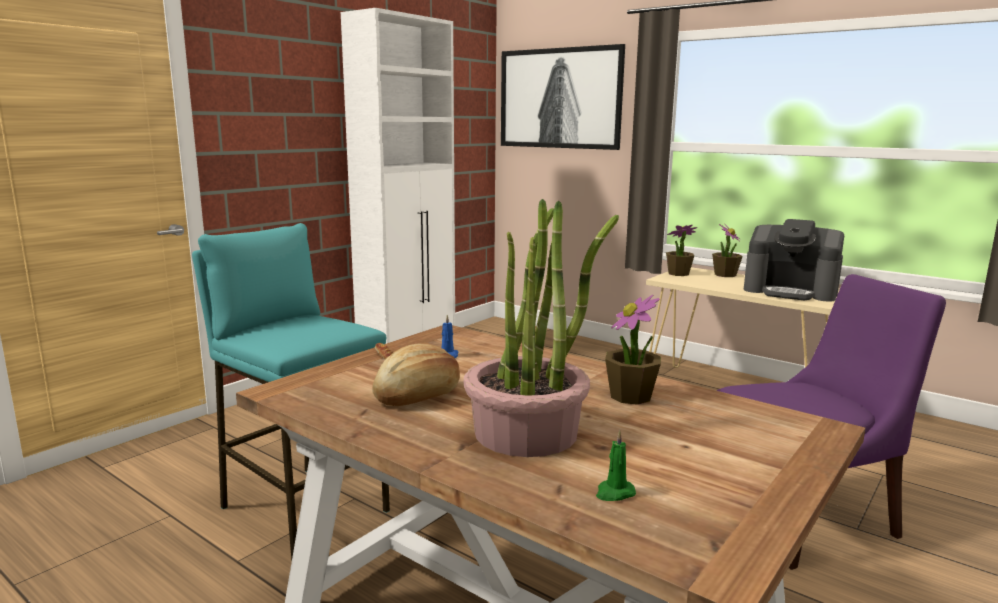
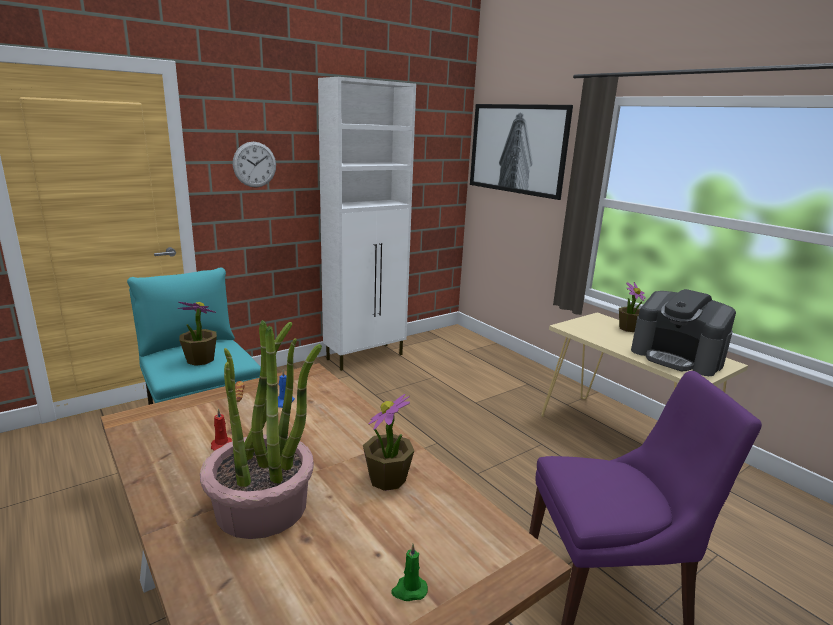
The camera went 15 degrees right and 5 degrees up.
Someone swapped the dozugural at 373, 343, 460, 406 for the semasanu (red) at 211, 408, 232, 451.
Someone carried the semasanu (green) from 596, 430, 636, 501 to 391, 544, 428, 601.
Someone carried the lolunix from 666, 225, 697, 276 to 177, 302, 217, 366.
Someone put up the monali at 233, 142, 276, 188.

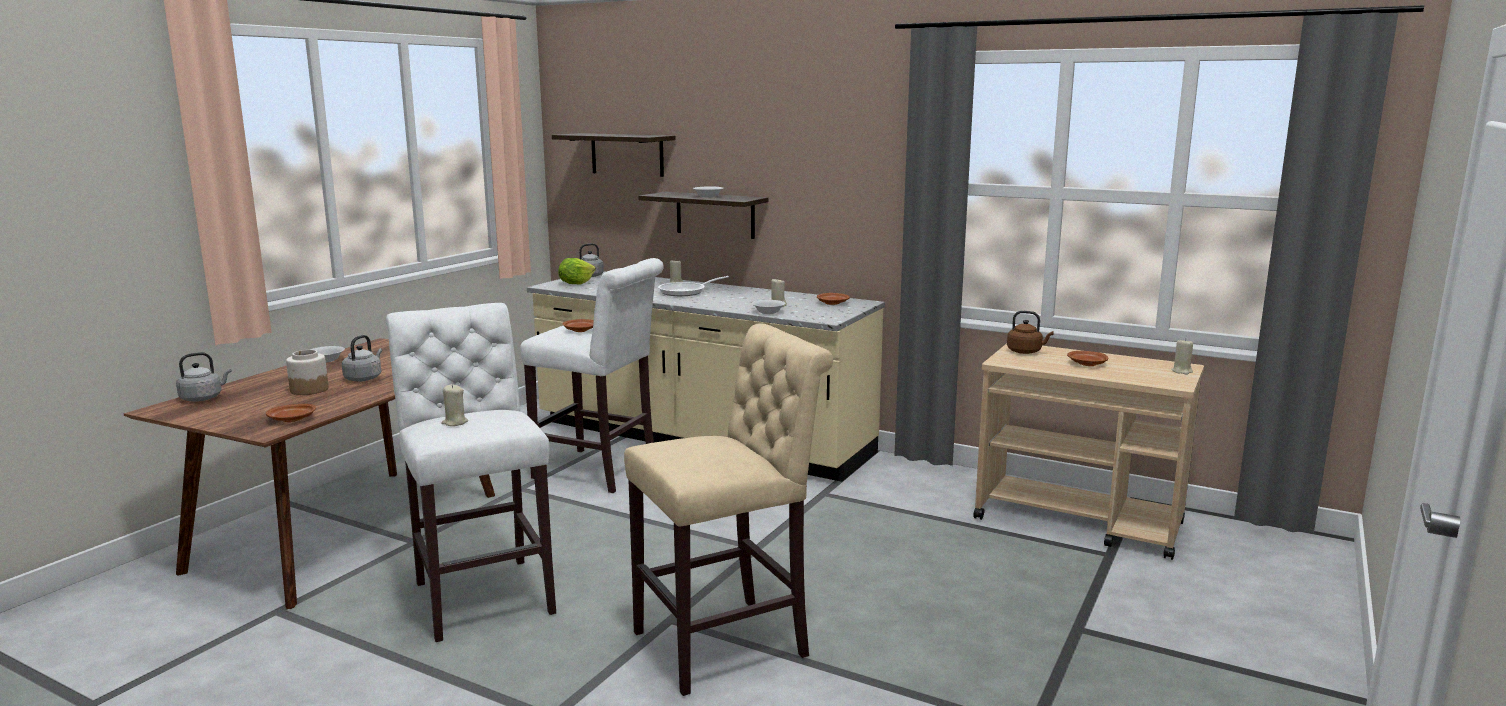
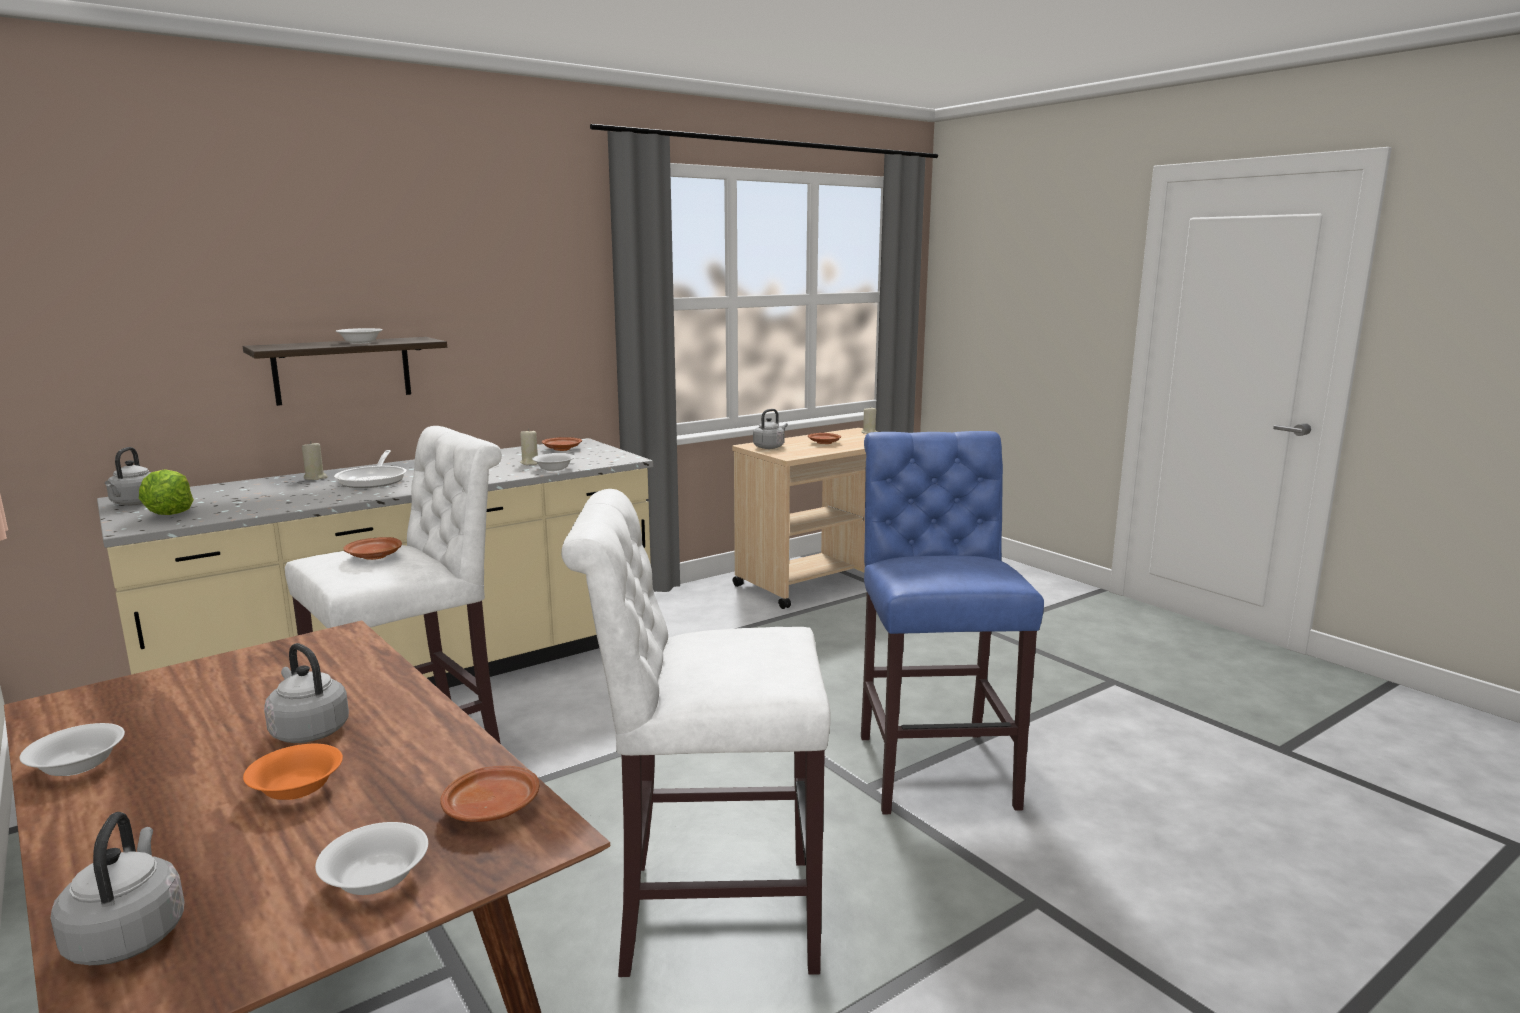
The camera went 65 degrees left and 0 degrees up.
Someone swapped the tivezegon at 286, 350, 329, 395 for the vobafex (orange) at 243, 744, 343, 800.
Someone took away the semasanu (beige) at 441, 384, 468, 426.
Someone took away the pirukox at 552, 133, 676, 177.
Someone repainted the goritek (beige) at 624, 323, 833, 696, which became the goritek (blue) at 861, 431, 1044, 815.
Someone repainted the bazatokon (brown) at 1007, 311, 1054, 354, which became the bazatokon (grey) at 753, 409, 788, 449.
Someone put down the vobafex (white) at 315, 822, 428, 895.

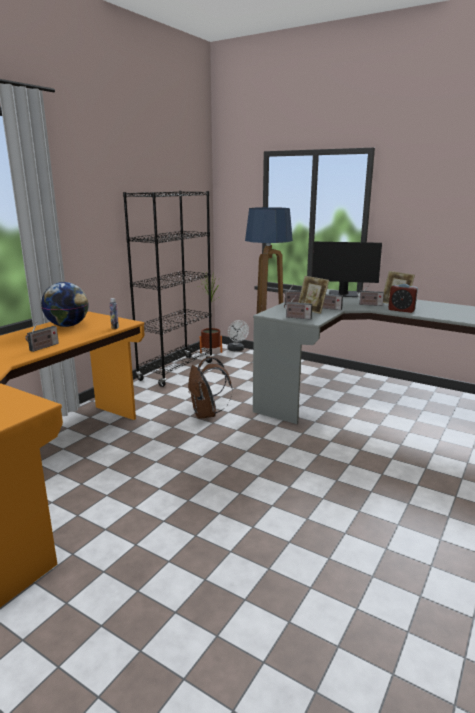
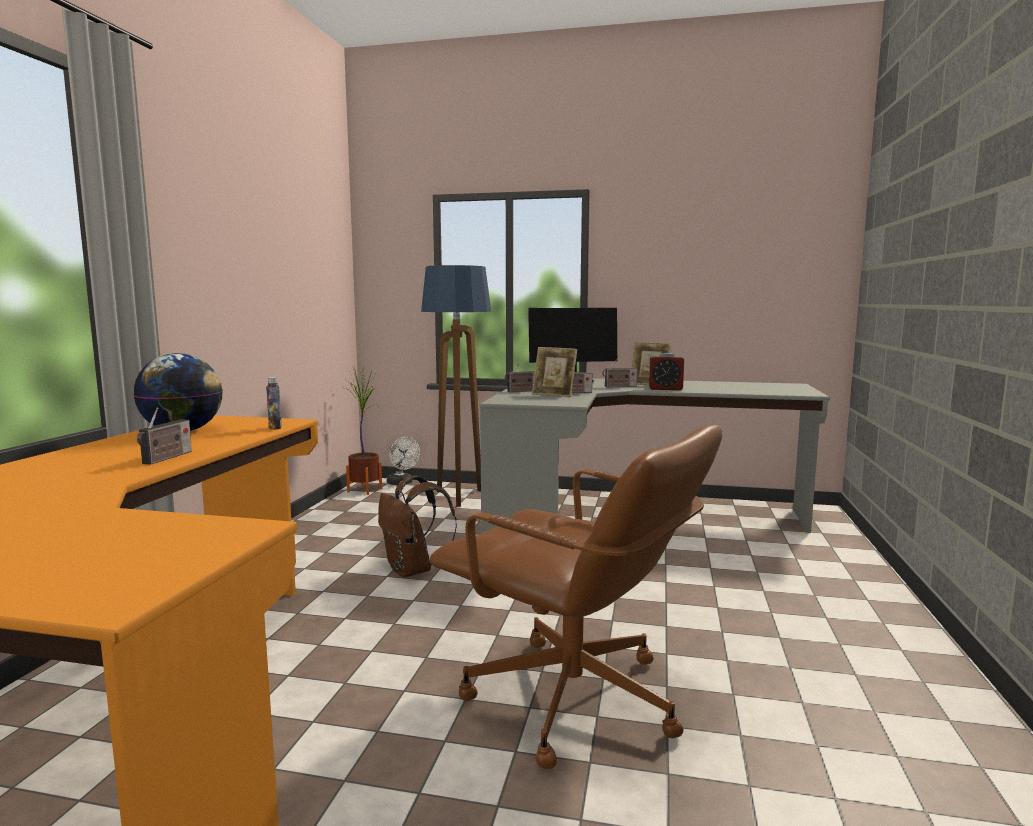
The camera went 20 degrees left and 10 degrees down.
Someone took away the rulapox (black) at 123, 191, 213, 387.
Someone took away the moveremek at 284, 295, 312, 320.
Someone put down the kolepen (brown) at 429, 425, 722, 769.

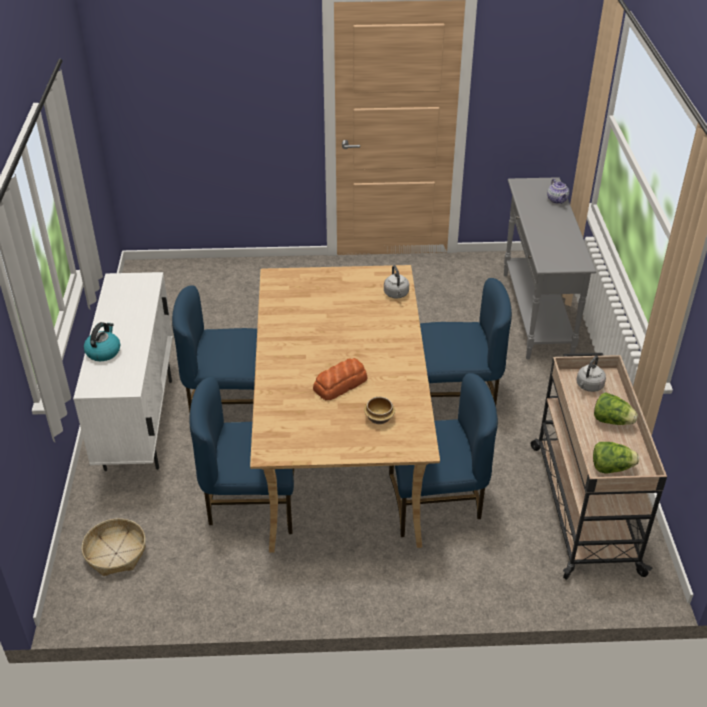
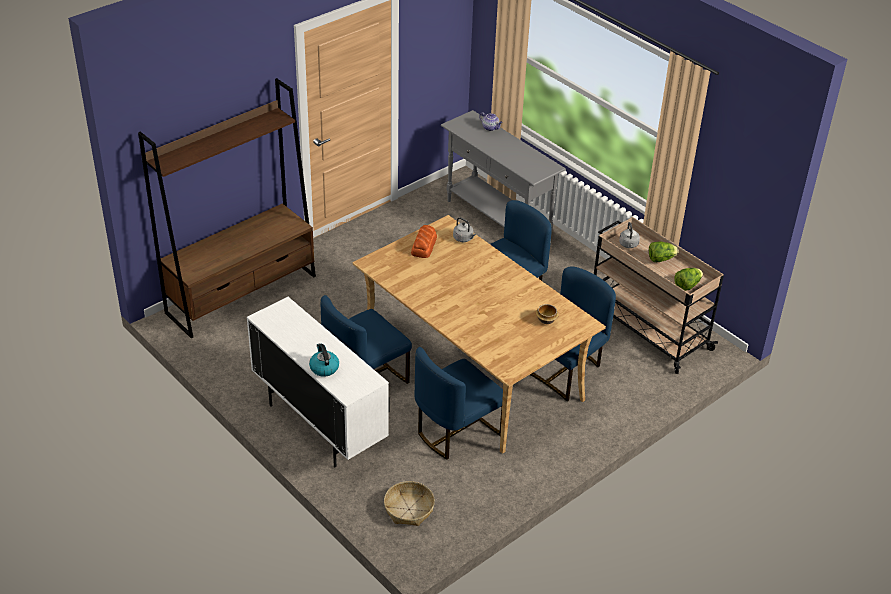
The camera went 40 degrees left and 0 degrees up.
Someone carried the dozugural from 313, 358, 368, 400 to 411, 225, 437, 258.
Someone put down the rulapox (brown) at 138, 78, 316, 338.

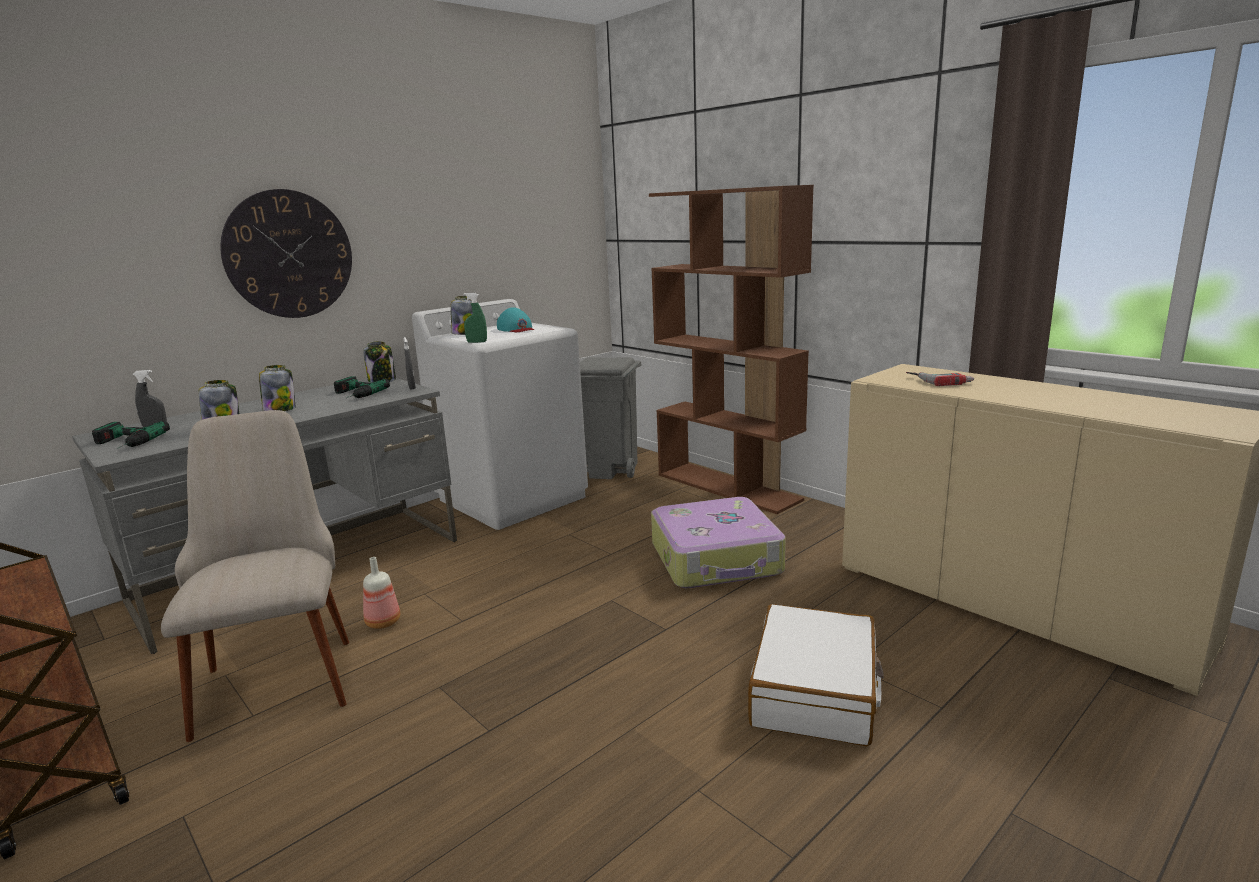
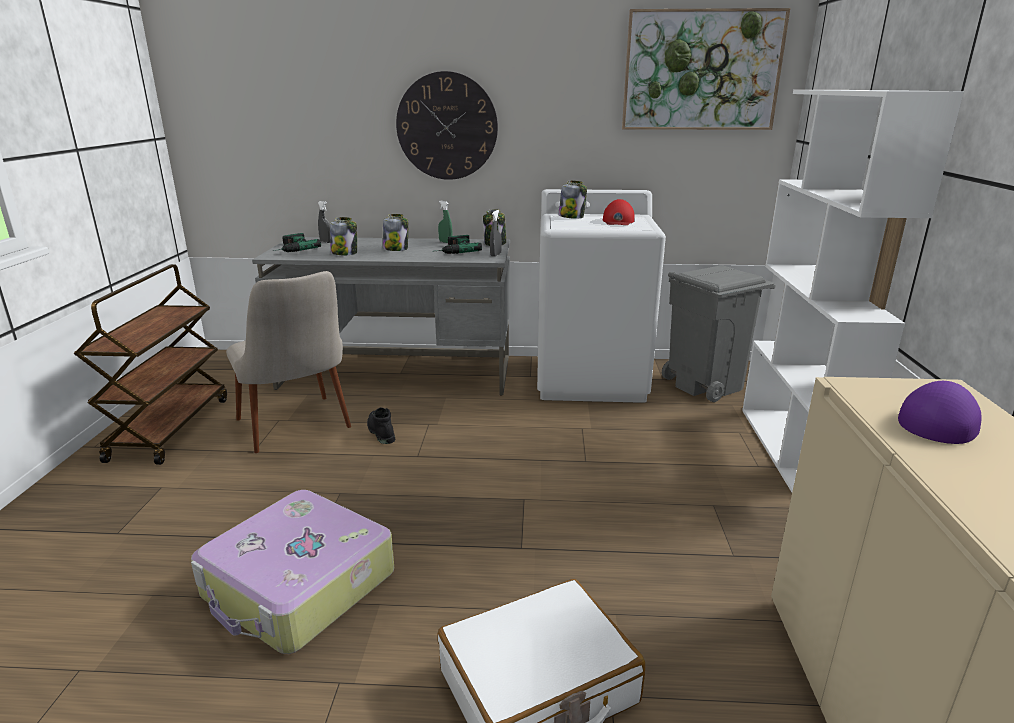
The camera went 45 degrees right and 5 degrees up.
Someone rotated the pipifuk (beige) at 161, 410, 349, 742 by 120 degrees clockwise.
Someone swapped the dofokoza at 363, 557, 400, 629 for the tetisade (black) at 367, 408, 395, 444.
Someone carried the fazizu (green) from 463, 293, 487, 343 to 438, 201, 452, 243.
Someone repainted the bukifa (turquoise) at 497, 307, 535, 332, which became the bukifa (red) at 603, 199, 635, 225.
Someone repainted the rulapox (brown) at 649, 185, 814, 514, which became the rulapox (white) at 742, 90, 964, 492.
Someone carried the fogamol from 651, 497, 786, 588 to 191, 490, 394, 654.
Someone swapped the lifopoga at 906, 372, 974, 386 for the bukifa (purple) at 898, 381, 982, 444.
Someone put up the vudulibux at 622, 8, 790, 130.

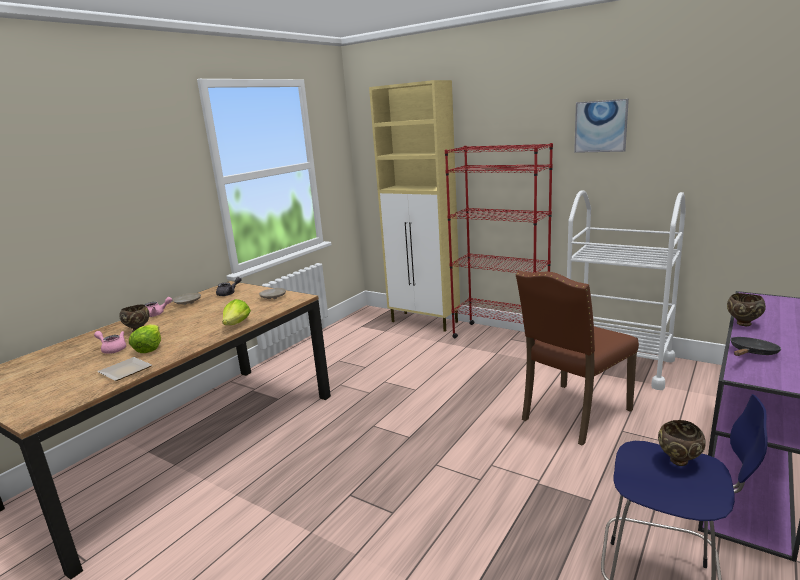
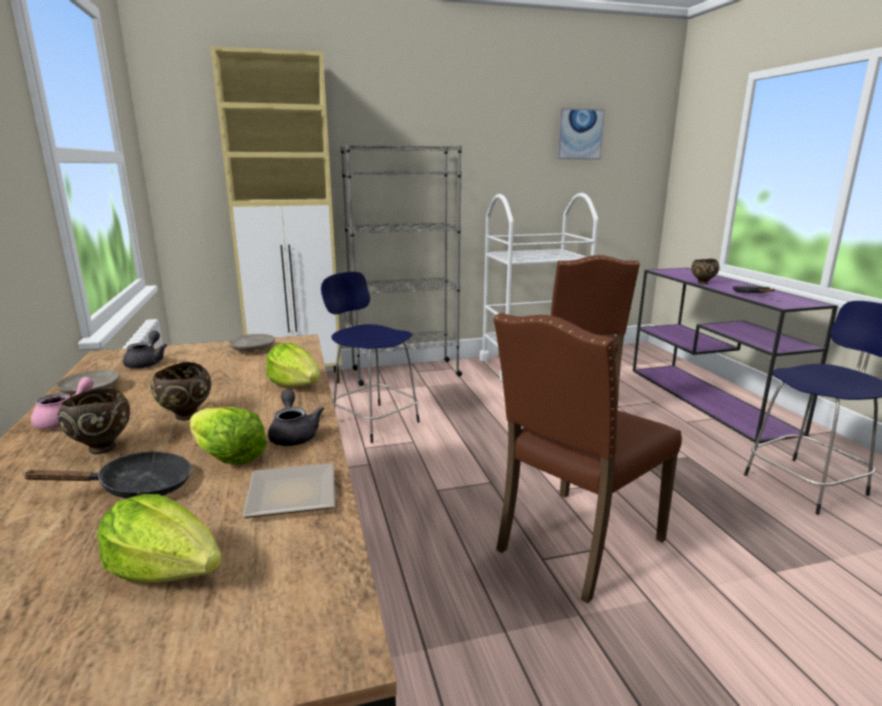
The camera went 50 degrees left and 0 degrees up.
Someone swapped the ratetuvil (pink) at 94, 331, 126, 354 for the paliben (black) at 22, 451, 192, 498.
Someone repainted the rulapox (red) at 445, 143, 553, 338, which became the rulapox (grey) at 340, 144, 462, 386.
Someone carried the vudulibux from 574, 99, 629, 153 to 557, 108, 605, 159.
Someone carried the vobafex (brown) from 658, 420, 706, 466 to 151, 362, 211, 420.
Someone put down the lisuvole at 97, 494, 222, 583.
Someone put down the ratetuvil (grey) at 268, 389, 324, 446.
Someone put down the goritek (blue) at 321, 272, 420, 443.
Someone put down the pipifuk (brown) at 493, 313, 682, 604.

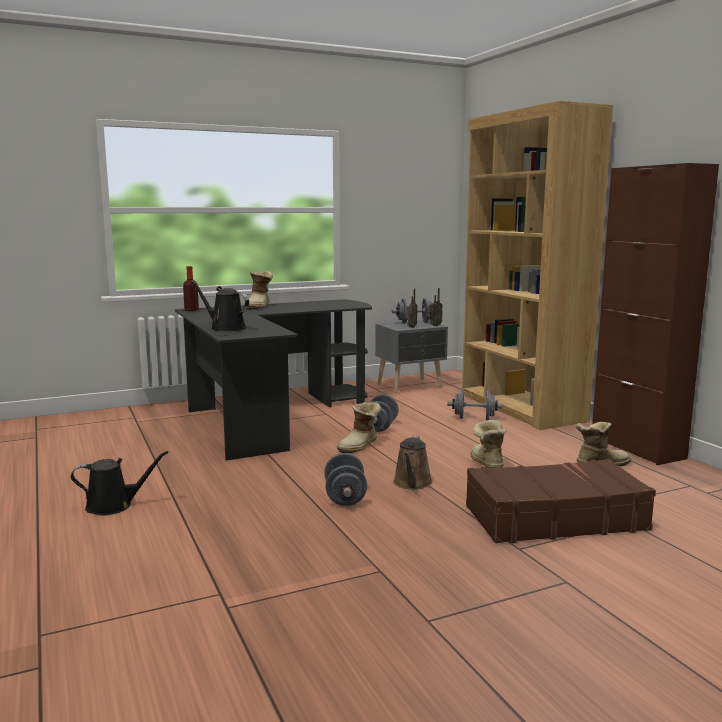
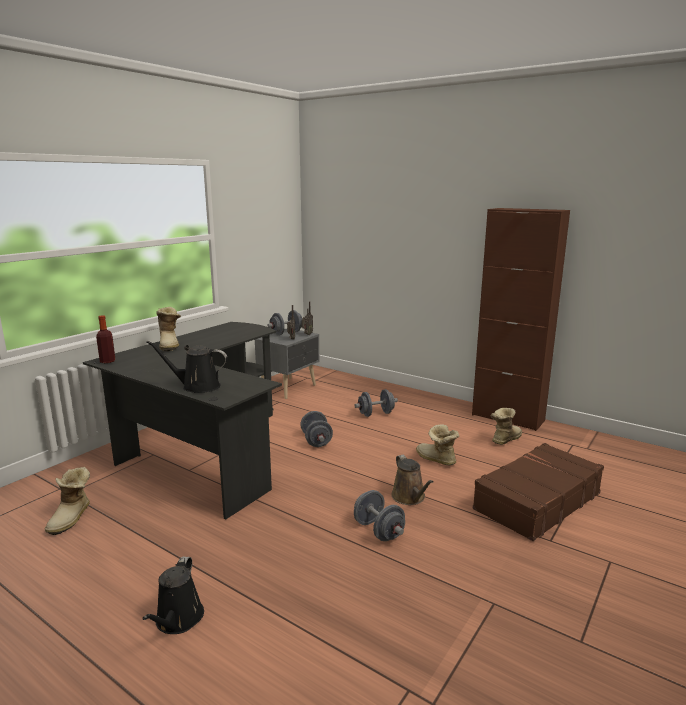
The camera went 30 degrees left and 5 degrees up.
Someone rotated the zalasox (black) at 71, 451, 168, 515 by 135 degrees clockwise.
Someone carried the tetisade from 337, 402, 381, 453 to 45, 467, 90, 535.
Someone took away the rulapox (brown) at 462, 101, 613, 430.

